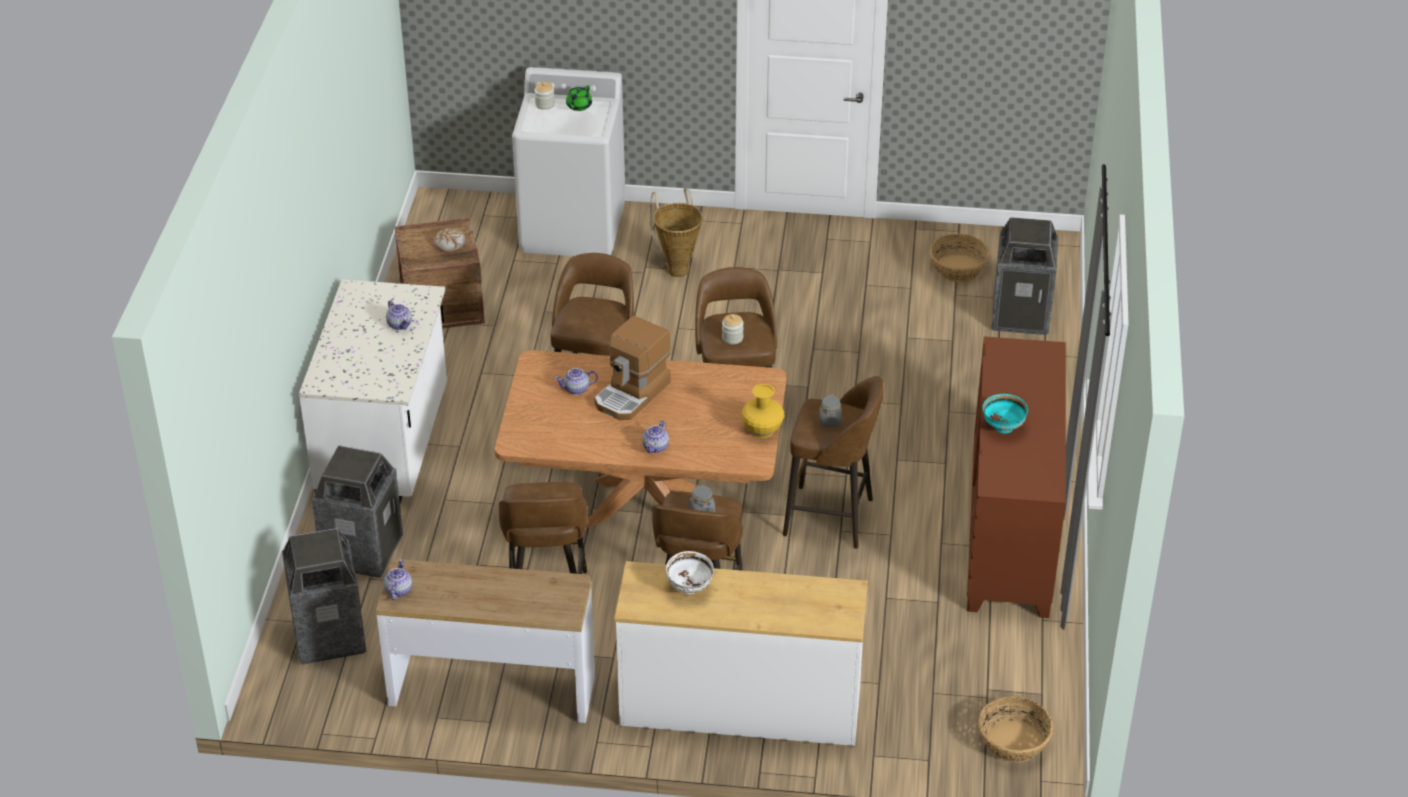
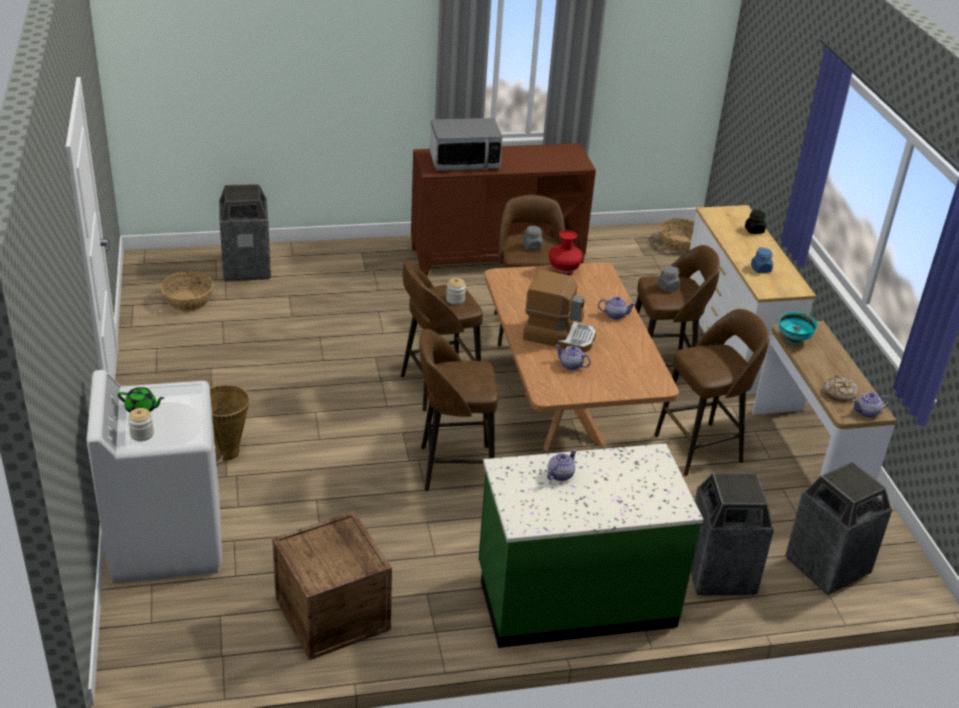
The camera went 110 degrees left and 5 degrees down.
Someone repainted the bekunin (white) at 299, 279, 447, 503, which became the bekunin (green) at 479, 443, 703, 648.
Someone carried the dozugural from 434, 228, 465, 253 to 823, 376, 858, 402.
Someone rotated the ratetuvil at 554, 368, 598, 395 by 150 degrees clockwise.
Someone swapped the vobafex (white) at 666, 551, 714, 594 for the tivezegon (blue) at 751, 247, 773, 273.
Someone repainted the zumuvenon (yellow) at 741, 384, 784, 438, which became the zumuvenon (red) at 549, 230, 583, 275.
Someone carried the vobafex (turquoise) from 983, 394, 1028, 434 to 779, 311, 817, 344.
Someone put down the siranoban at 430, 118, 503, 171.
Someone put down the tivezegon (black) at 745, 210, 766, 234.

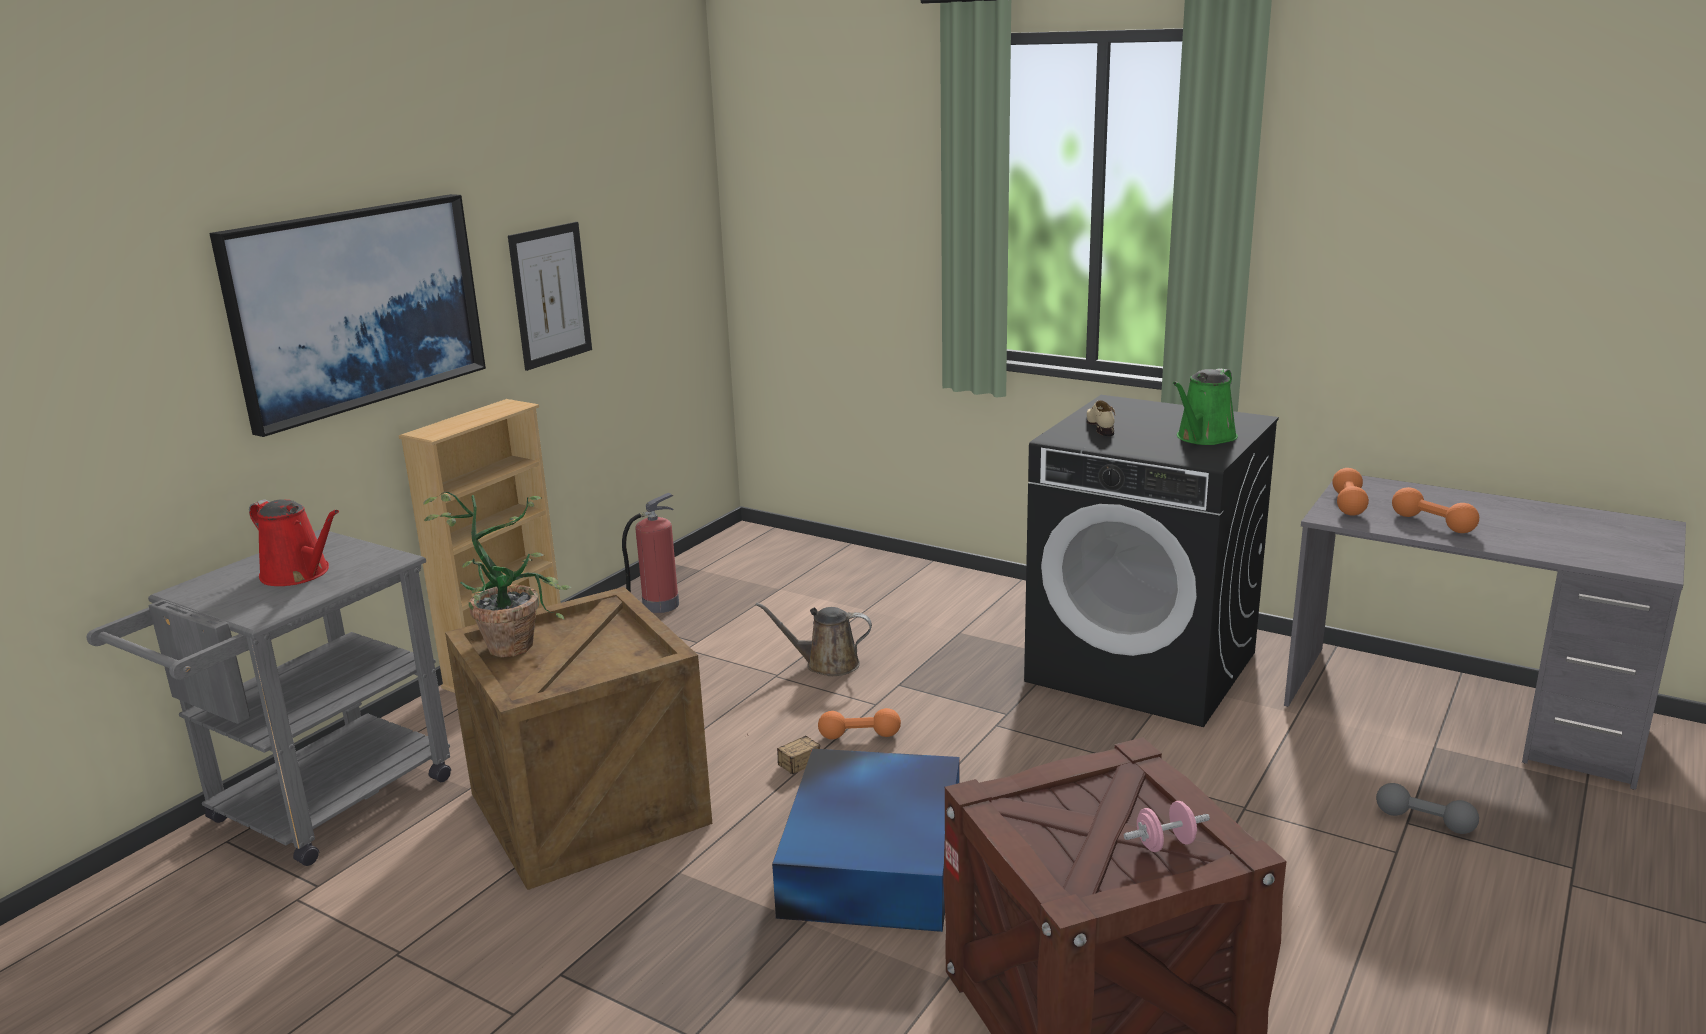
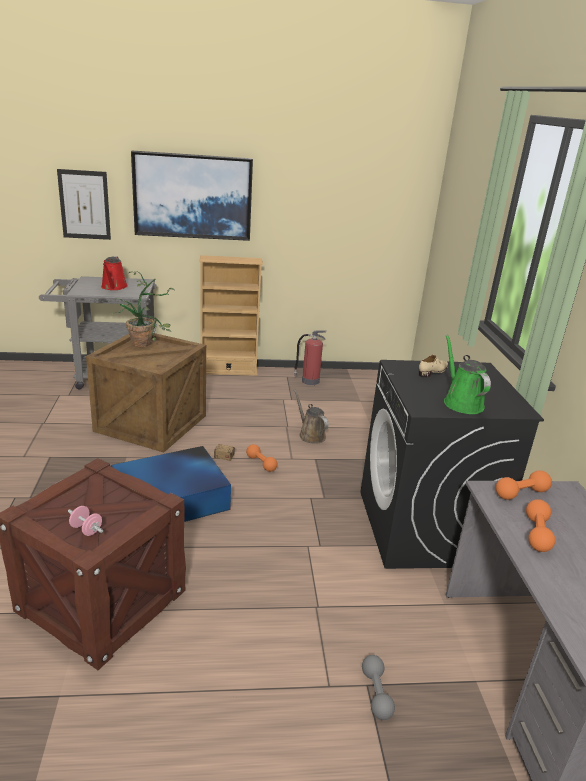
The camera went 50 degrees right and 5 degrees up.
Someone carried the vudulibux from 508, 222, 592, 371 to 57, 169, 111, 240.
Someone rotated the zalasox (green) at 1173, 369, 1238, 445 by 75 degrees clockwise.

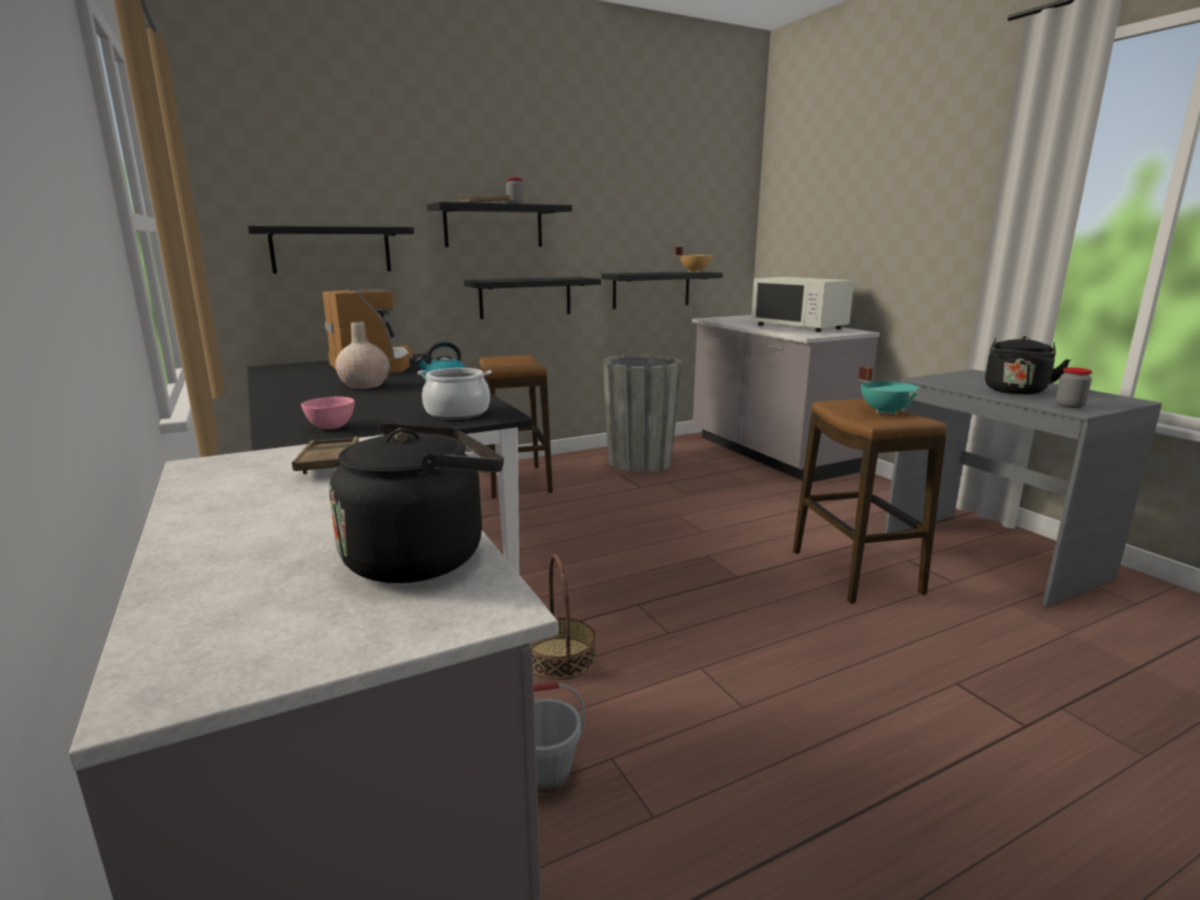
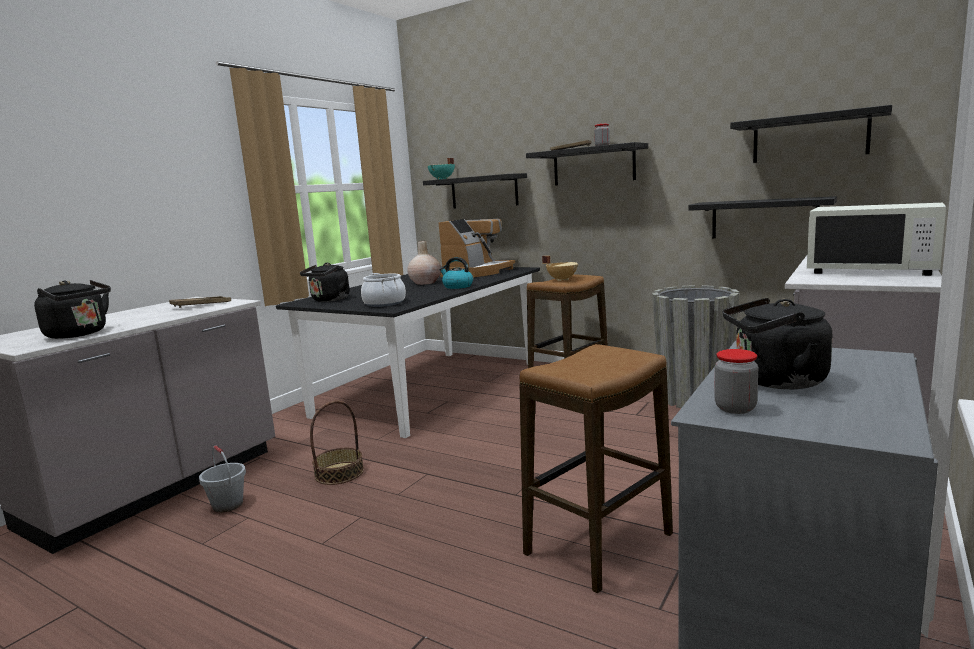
The camera went 60 degrees right and 5 degrees down.
Someone swapped the vobafex (pink) at 301, 397, 355, 429 for the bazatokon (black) at 300, 263, 349, 302.
Someone carried the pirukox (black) from 464, 277, 601, 319 to 730, 105, 892, 163.
Someone carried the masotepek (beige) from 674, 247, 714, 272 to 542, 256, 579, 281.
Someone rotated the siranoban (white) at 751, 277, 854, 332 by 75 degrees counterclockwise.
Someone carried the masotepek (turquoise) from 858, 366, 918, 415 to 428, 158, 455, 180.

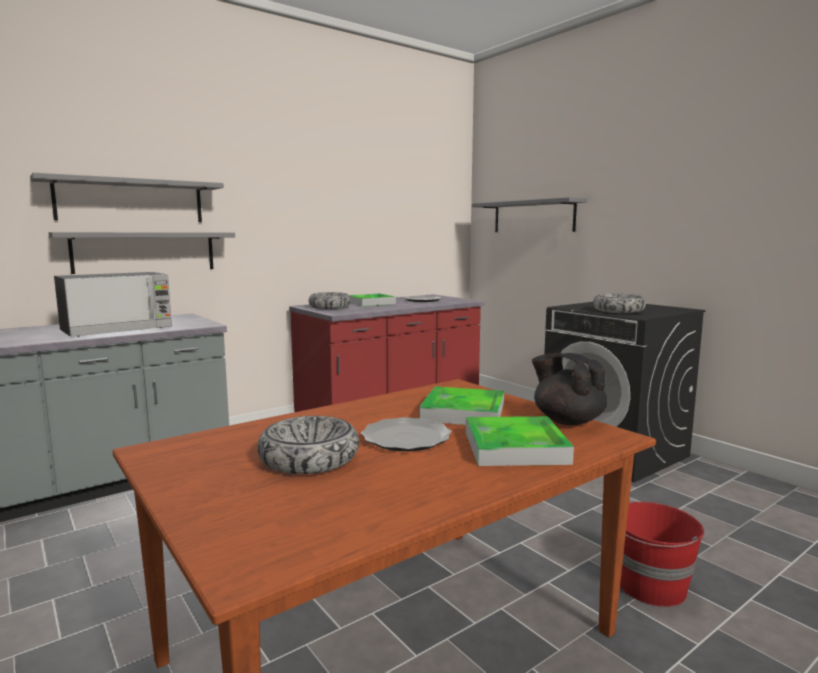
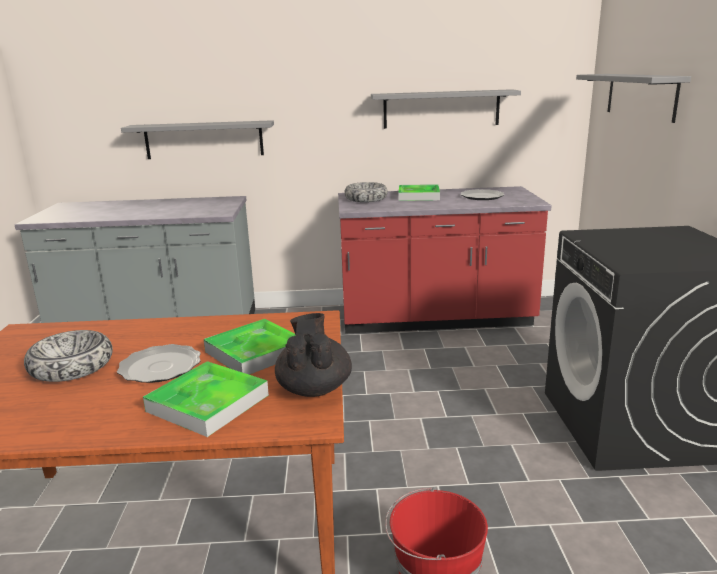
The camera went 35 degrees right and 10 degrees up.
Someone carried the pirukox (grey) from 30, 173, 224, 222 to 371, 89, 521, 129.
Someone took away the siranoban at 54, 272, 172, 337.
Someone took away the vobafex at 593, 294, 646, 314.

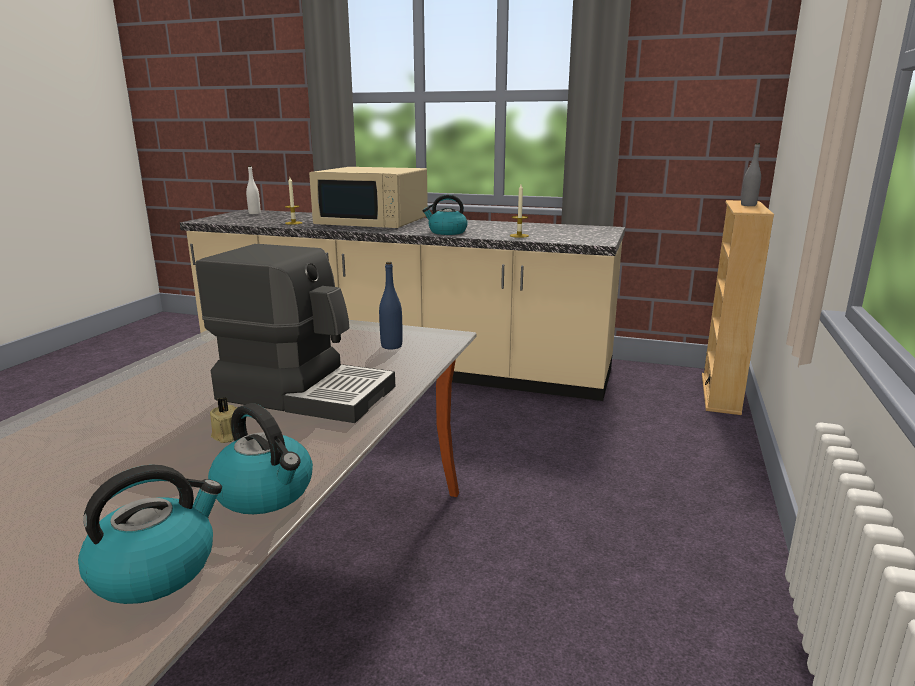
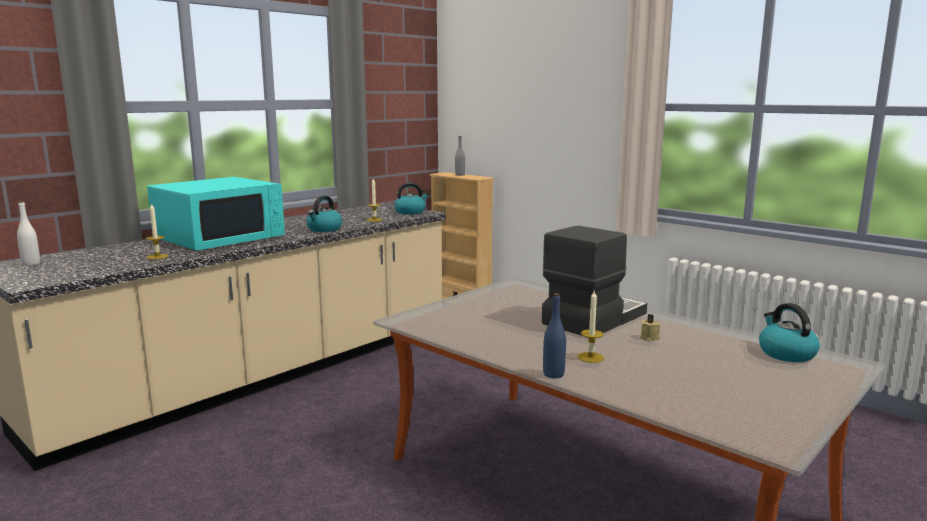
The camera went 65 degrees left and 5 degrees down.
Someone carried the bazatokon from 208, 403, 313, 514 to 394, 183, 429, 215.
Someone repainted the siranoban (beige) at 309, 167, 428, 229, which became the siranoban (turquoise) at 147, 177, 285, 251.
Someone carried the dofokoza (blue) from 379, 262, 403, 349 to 543, 293, 566, 378.
Someone put down the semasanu at 578, 291, 604, 363.

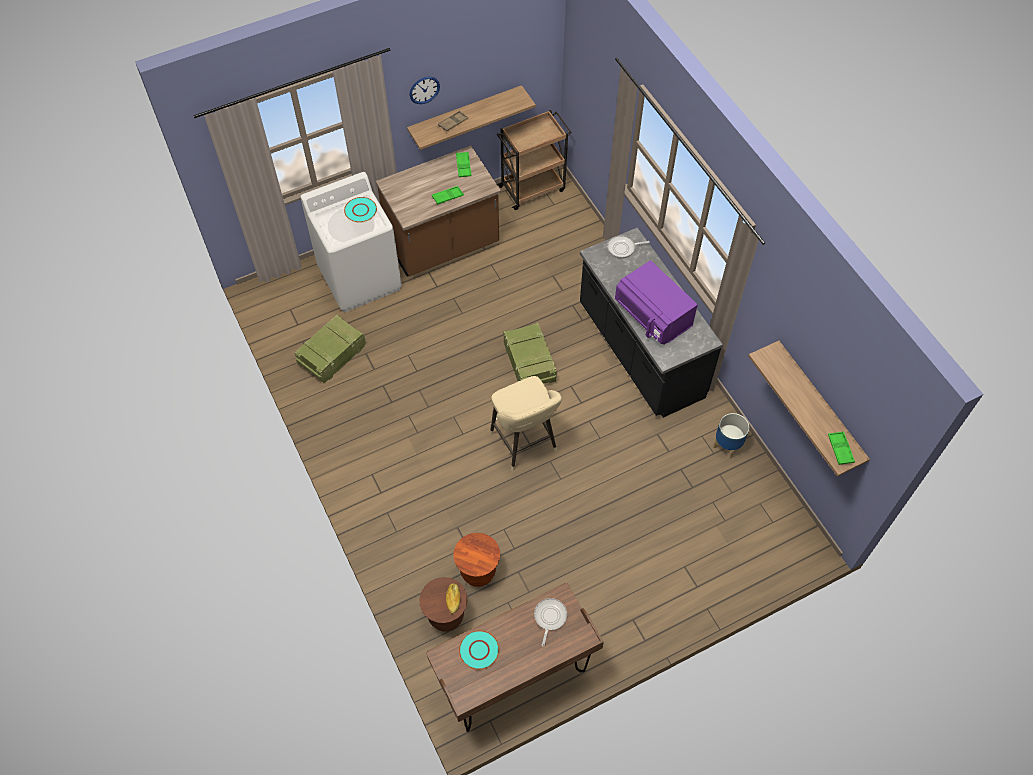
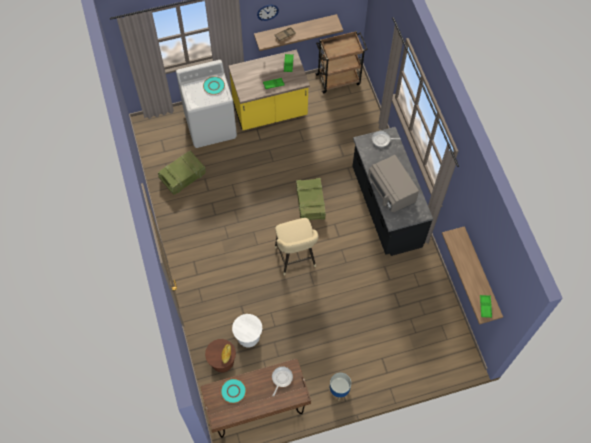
The camera went 10 degrees right and 5 degrees up.
Someone repainted the bekunin (brown) at 376, 145, 501, 277, which became the bekunin (yellow) at 228, 50, 310, 130.
Someone repainted the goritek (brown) at 453, 533, 500, 587, which became the goritek (white) at 232, 314, 262, 348.
Someone repainted the siranoban (purple) at 615, 260, 698, 344, which became the siranoban (grey) at 368, 155, 419, 212.
Someone carried the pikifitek from 713, 413, 749, 459 to 329, 373, 351, 401.

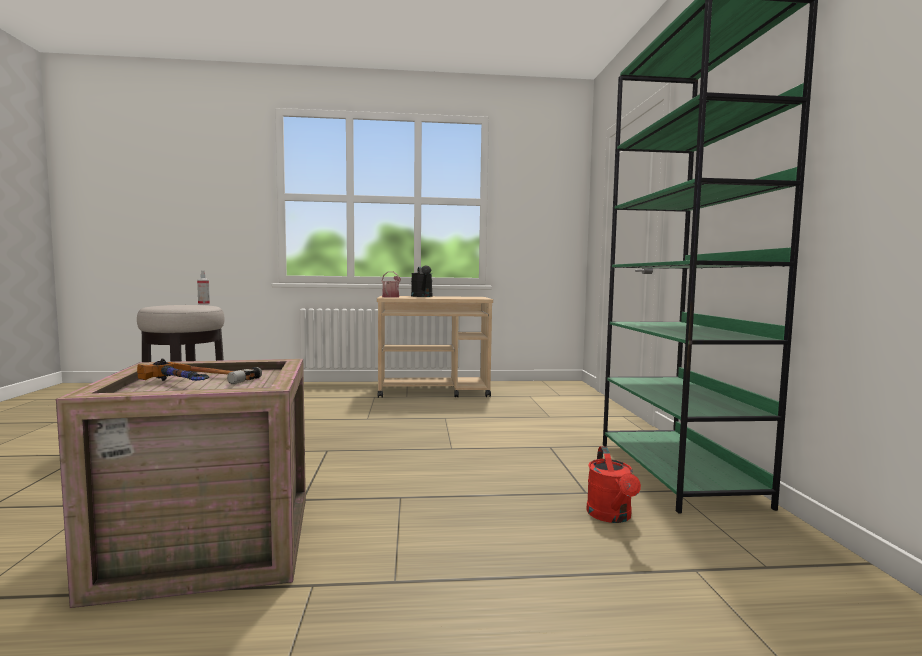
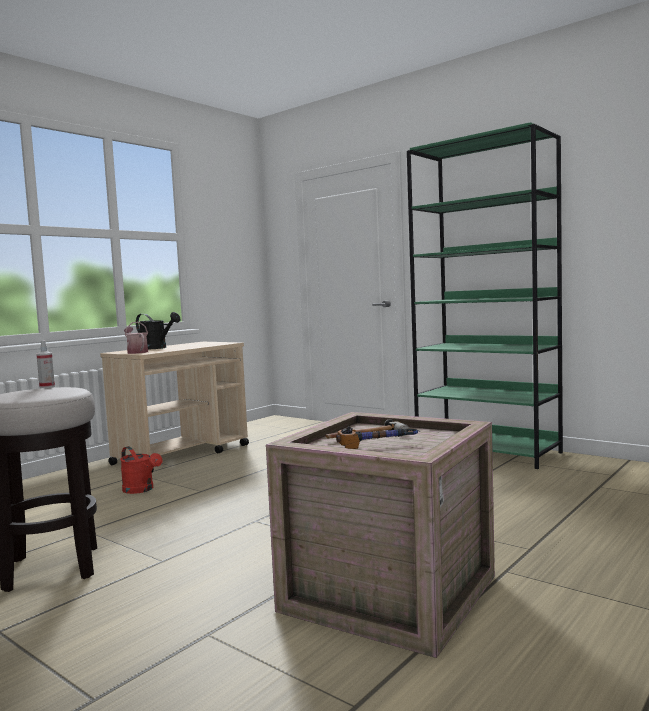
The camera went 45 degrees left and 0 degrees up.
Someone carried the zalasox (red) from 586, 446, 641, 523 to 120, 446, 162, 494.

